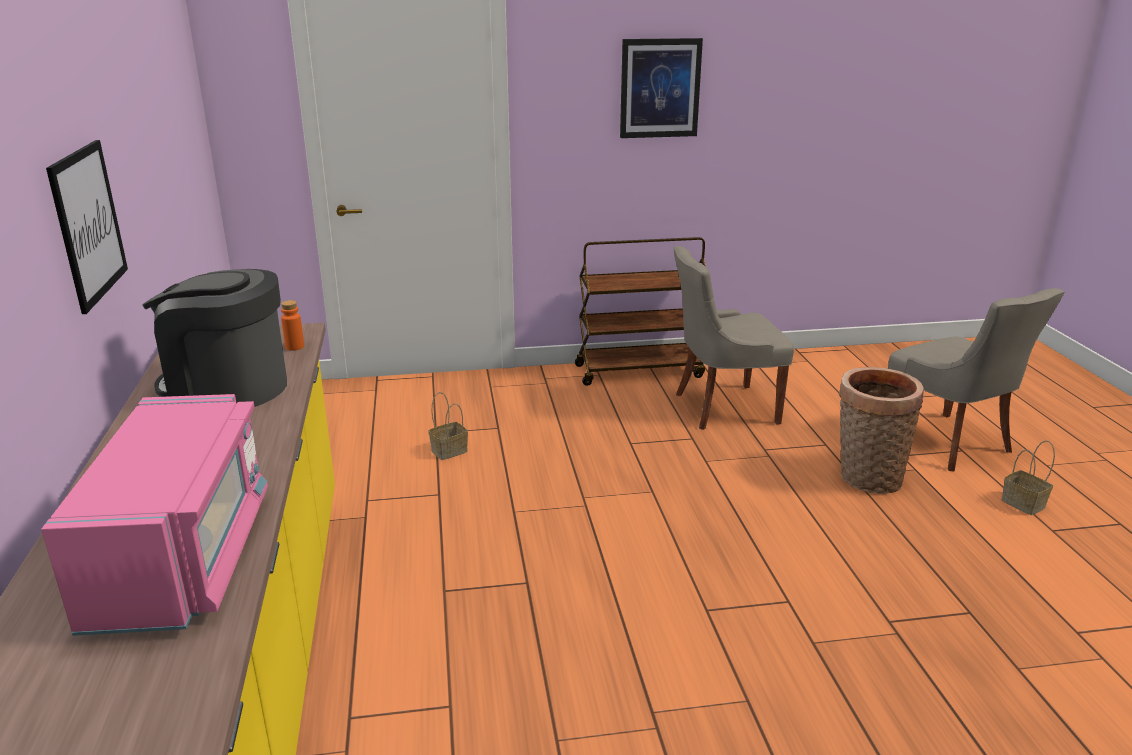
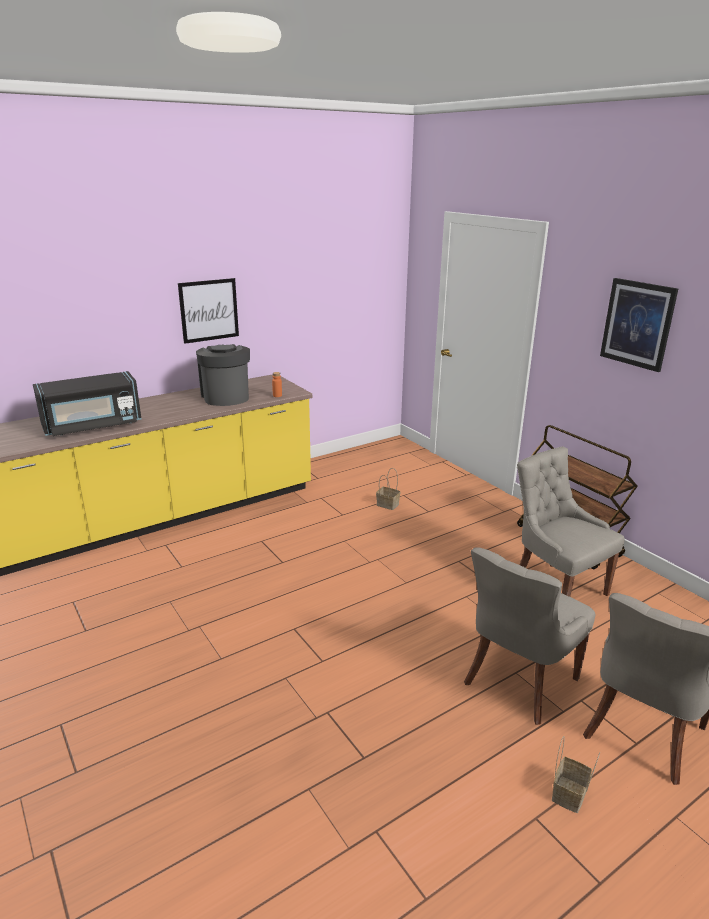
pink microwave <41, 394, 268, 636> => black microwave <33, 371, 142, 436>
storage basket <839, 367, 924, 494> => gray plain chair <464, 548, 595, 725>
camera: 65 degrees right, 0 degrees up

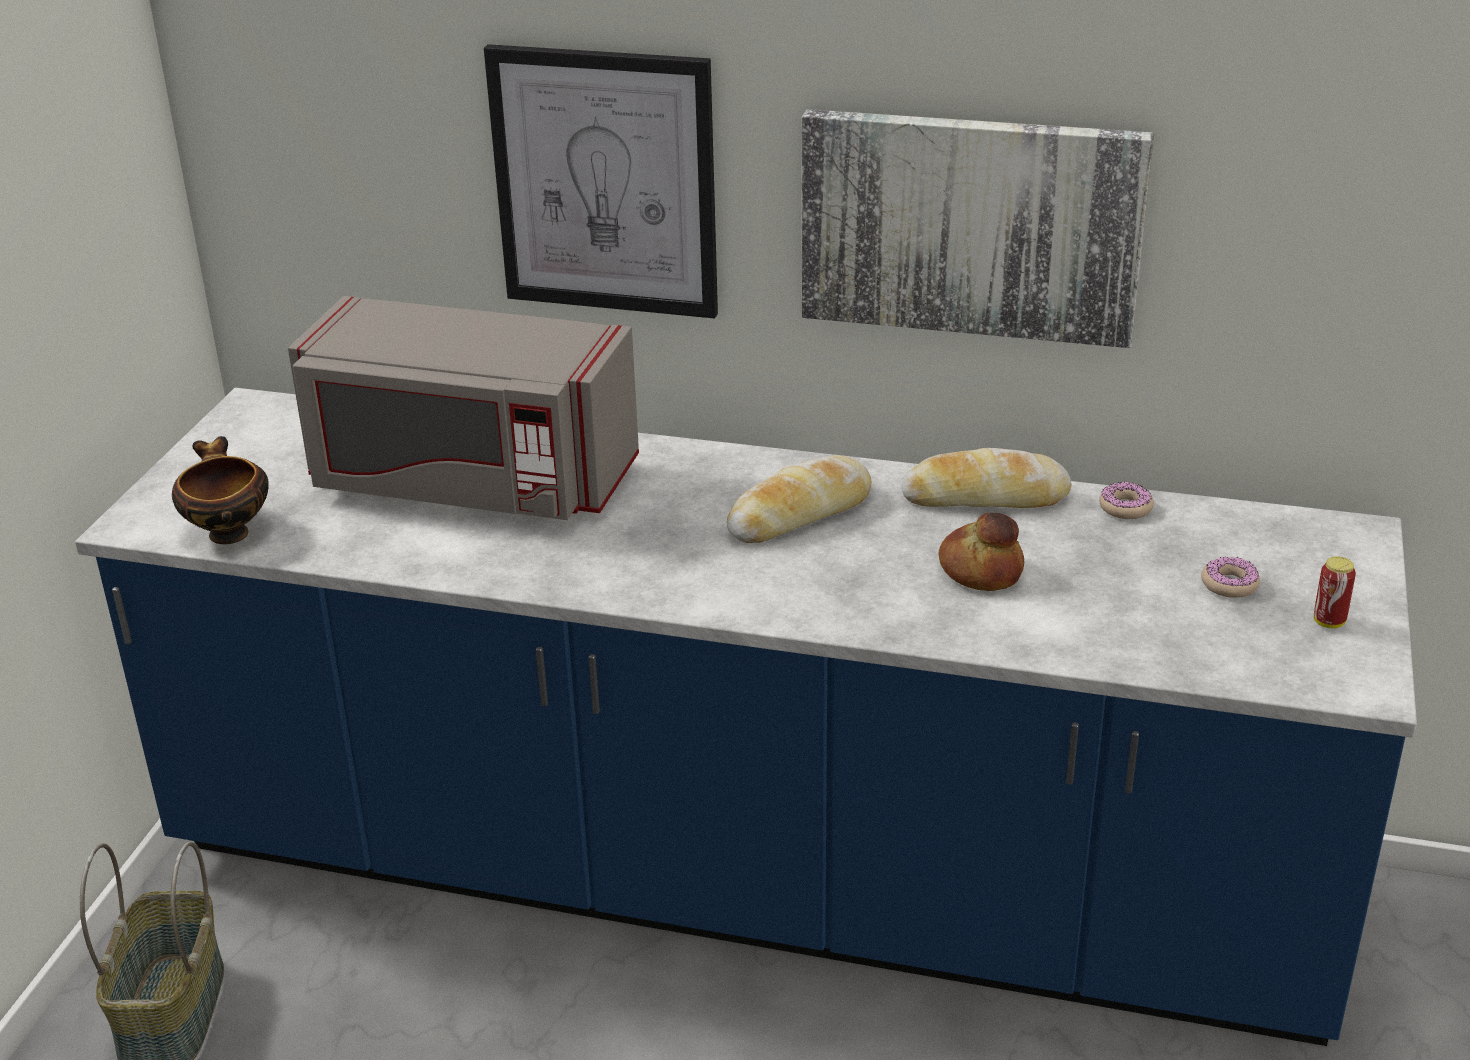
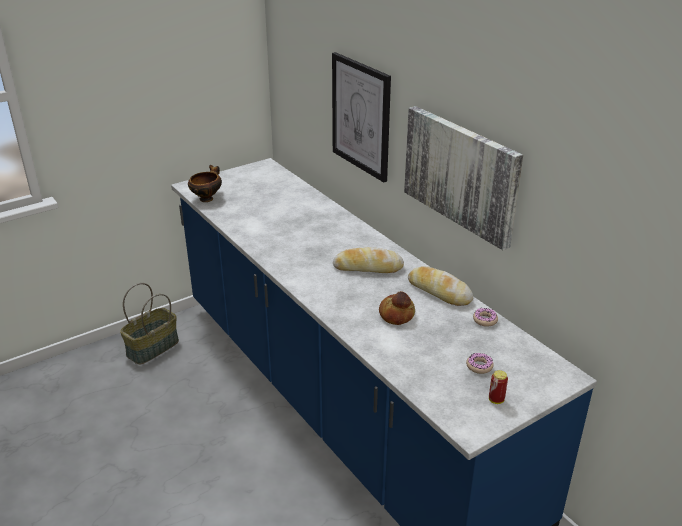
gray microwave <288, 296, 639, 520> => nothing
camera: 40 degrees right, 0 degrees up

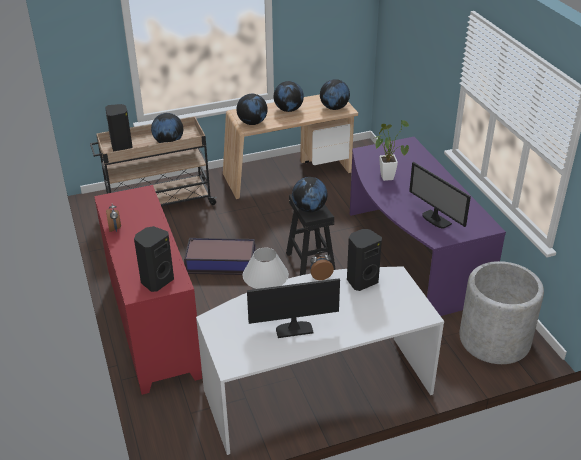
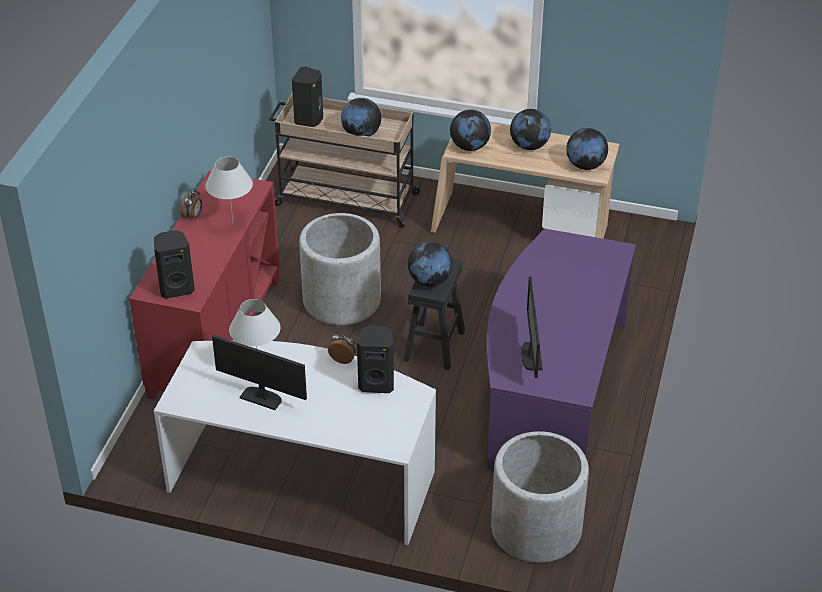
storage container <184, 238, 255, 275> => gray planter <299, 213, 381, 325>
potted plant <375, 120, 409, 181> => nothing
nothing => white-coloured table lamp <205, 157, 253, 222>
camera: 35 degrees right, 5 degrees up

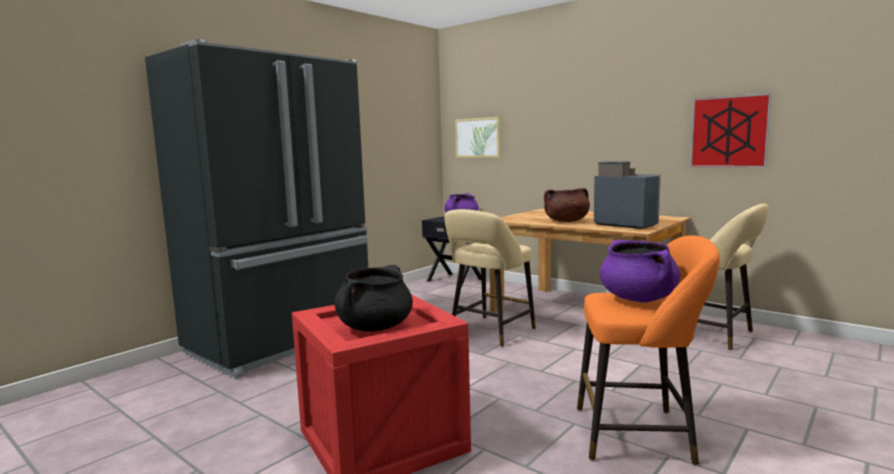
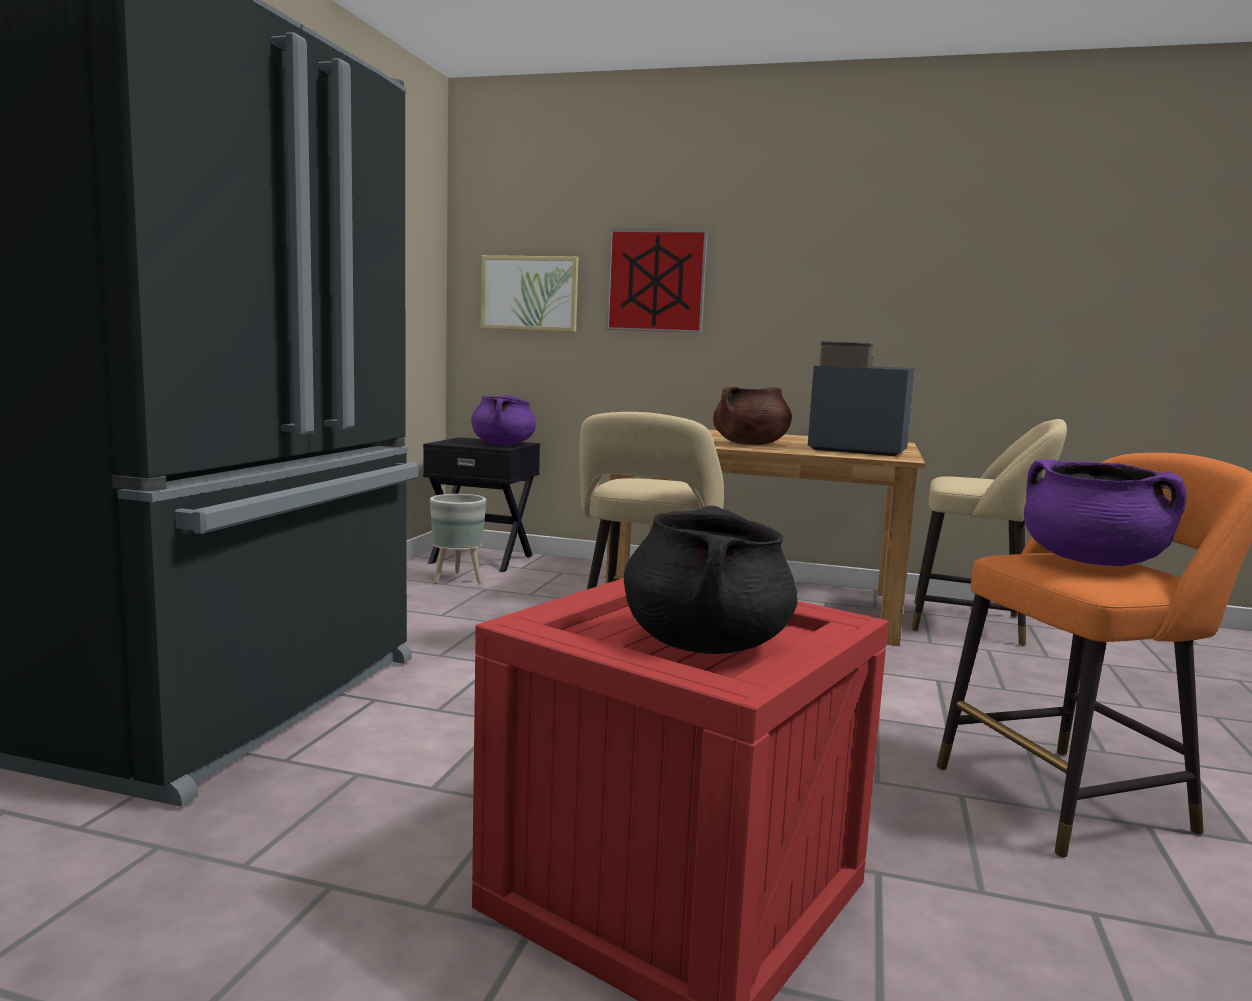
wall art <690, 93, 772, 167> => wall art <606, 229, 708, 333>, move
nothing => gray planter <430, 494, 486, 584>
camera: 25 degrees left, 0 degrees up

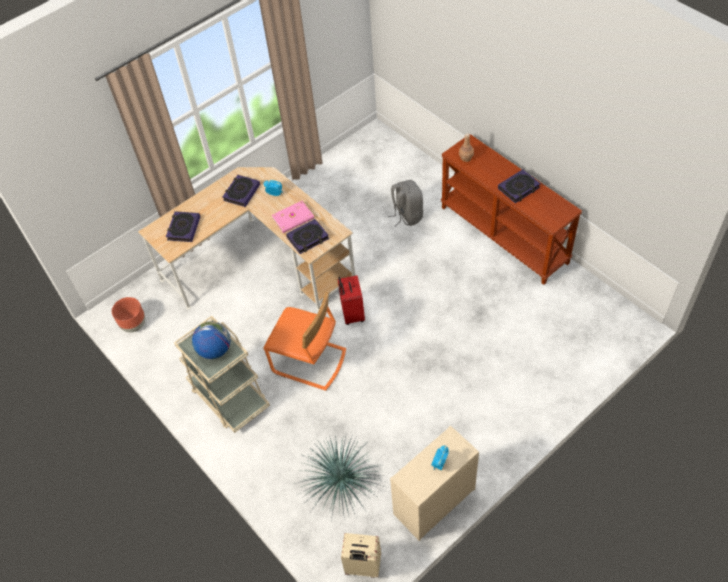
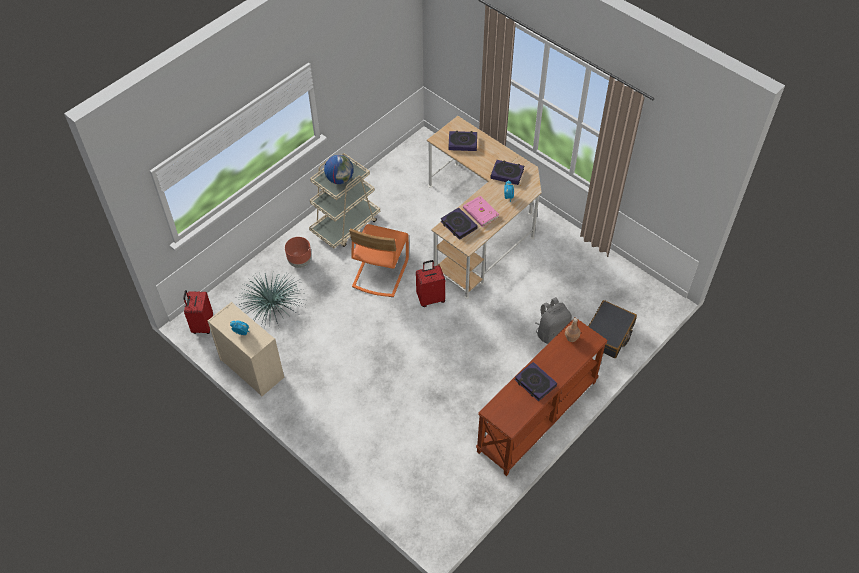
brown-coloured planter <112, 297, 145, 332> => brown-coloured planter <285, 237, 311, 268>, move
beige-coloured suitcase <341, 533, 381, 578> => red suitcase <183, 290, 213, 334>
nothing => black suitcase <588, 300, 637, 358>
camera: 80 degrees right, 0 degrees up

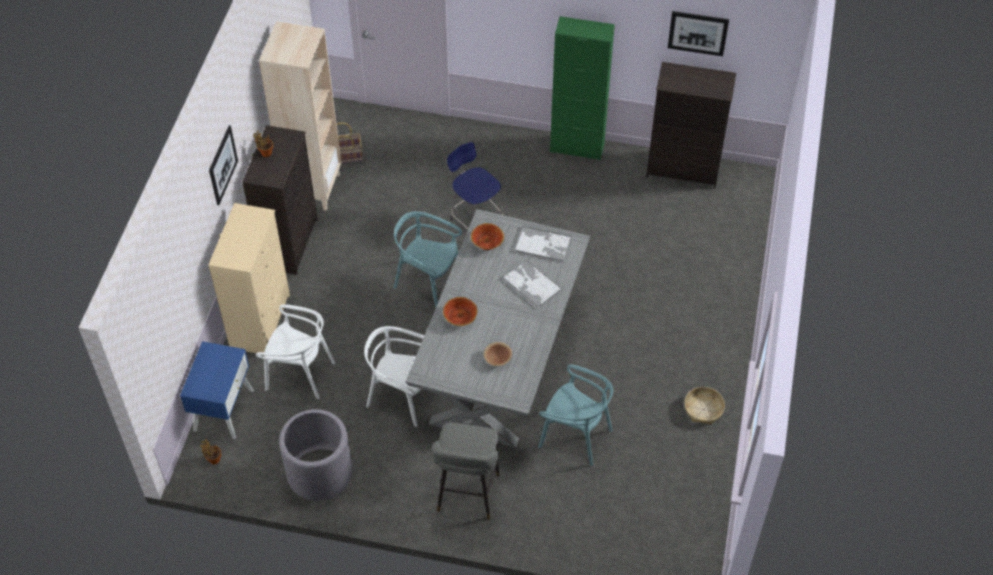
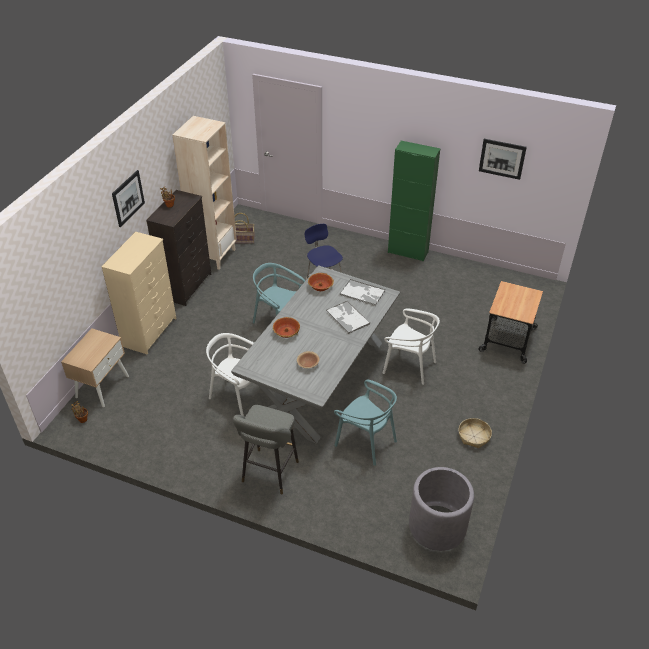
bluish bedside table <180, 341, 254, 439> => beige-coloured bedside table <61, 328, 129, 407>
white-coloured plain chair <256, 304, 335, 399> => white-coloured plain chair <383, 308, 440, 385>, move
gray planter <279, 409, 352, 501> => gray planter <409, 467, 474, 551>, move
black drawer chest <646, 62, 736, 189> => nothing
nothing => wheeled cart <478, 281, 543, 364>
camera: 10 degrees right, 10 degrees down

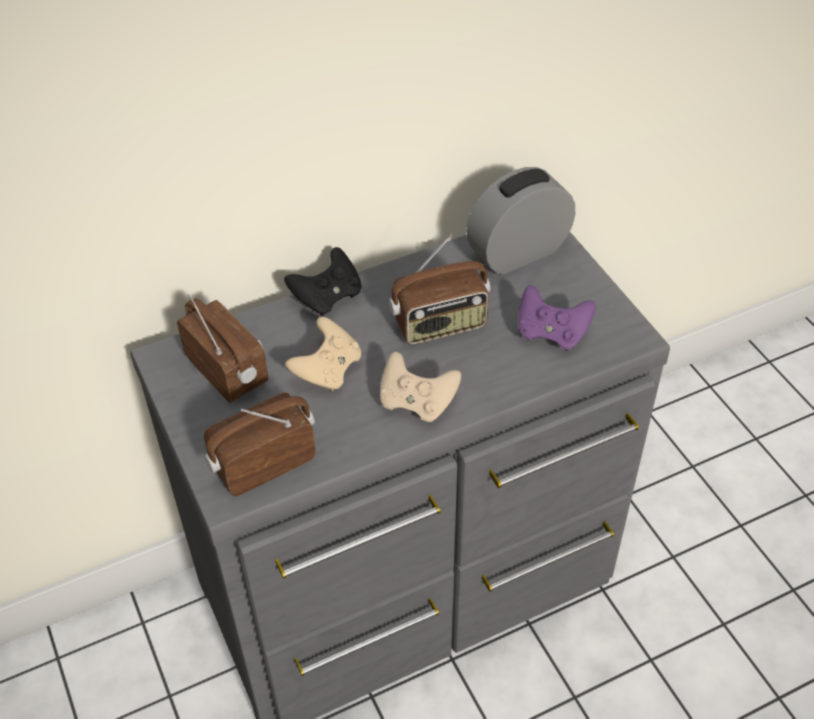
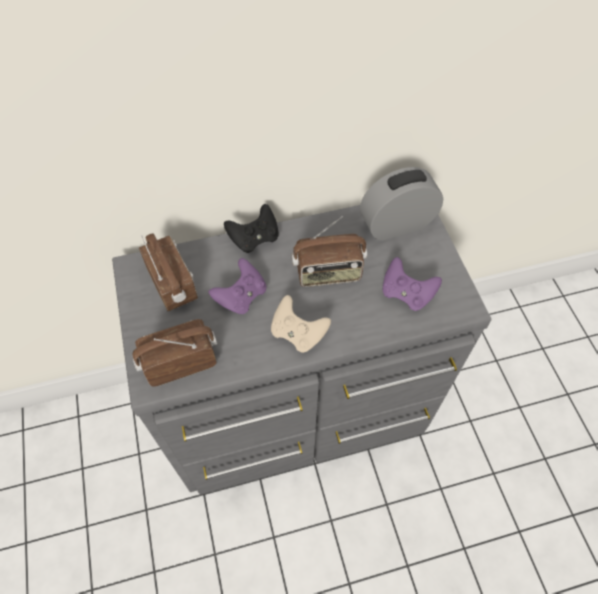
beige-coloured gamepad <285, 317, 361, 391> => purple-coloured gamepad <208, 258, 266, 314>
camera: 10 degrees right, 10 degrees up

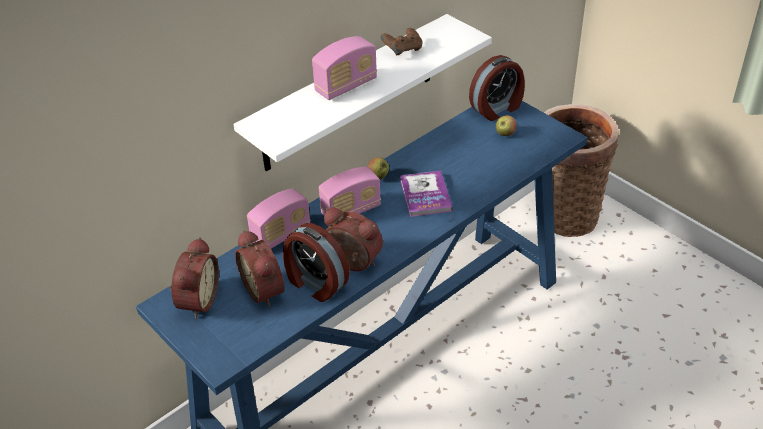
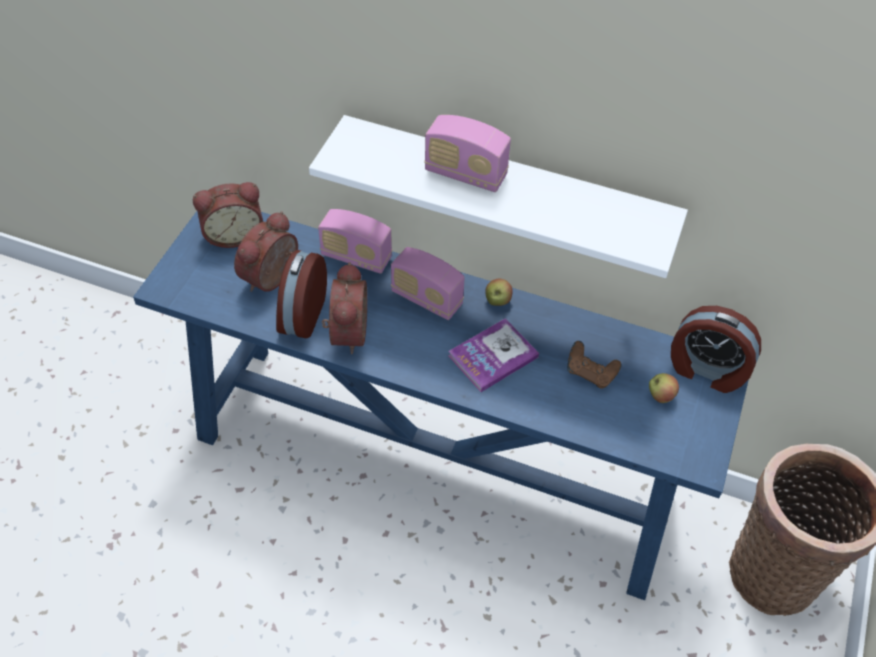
brown-coloured gamepad <381, 28, 423, 56> => brown-coloured gamepad <567, 341, 621, 389>, move
camera: 60 degrees right, 10 degrees up

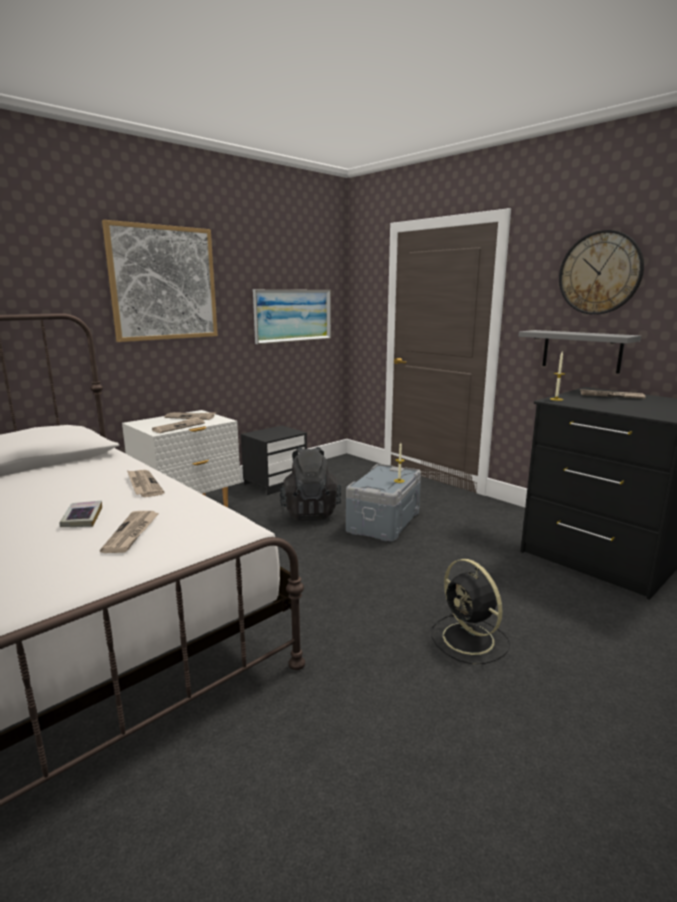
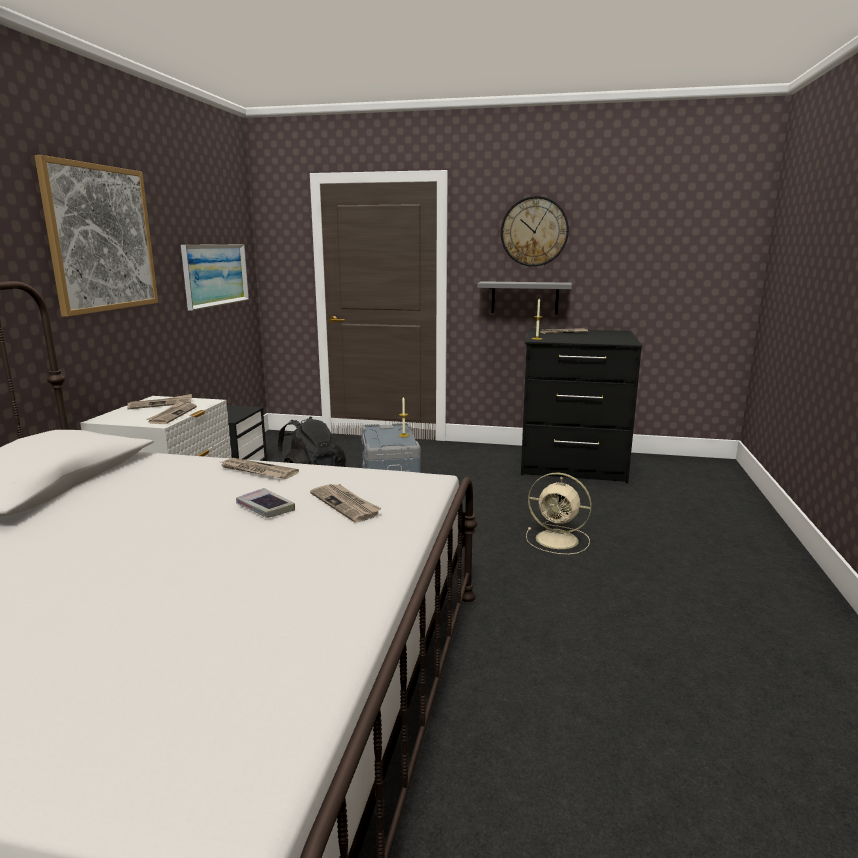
black electric fan <431, 559, 510, 664> => beige-coloured electric fan <526, 473, 592, 555>
camera: 35 degrees left, 0 degrees up

